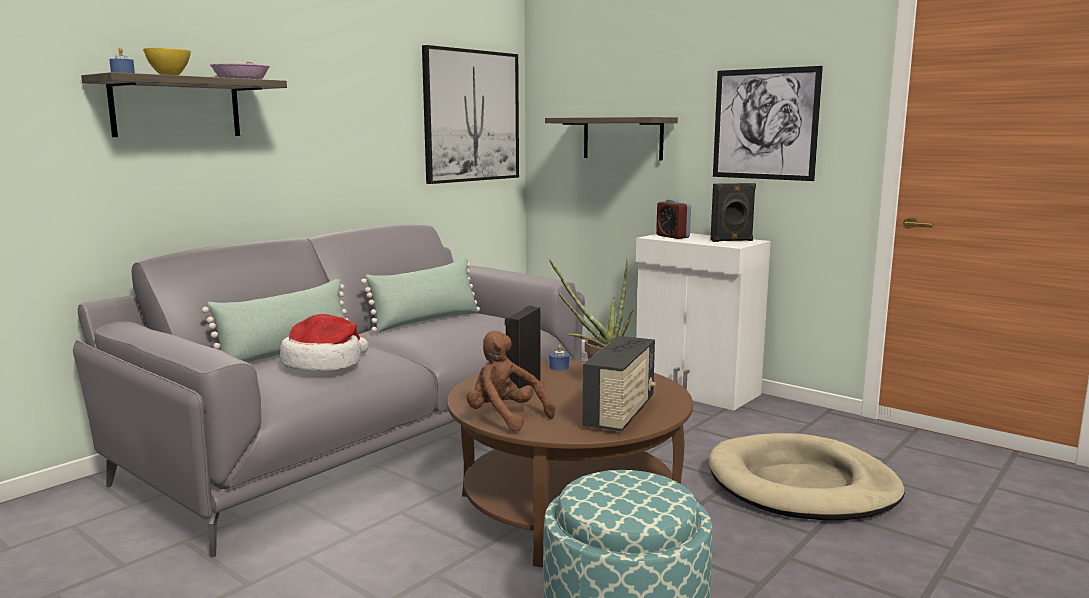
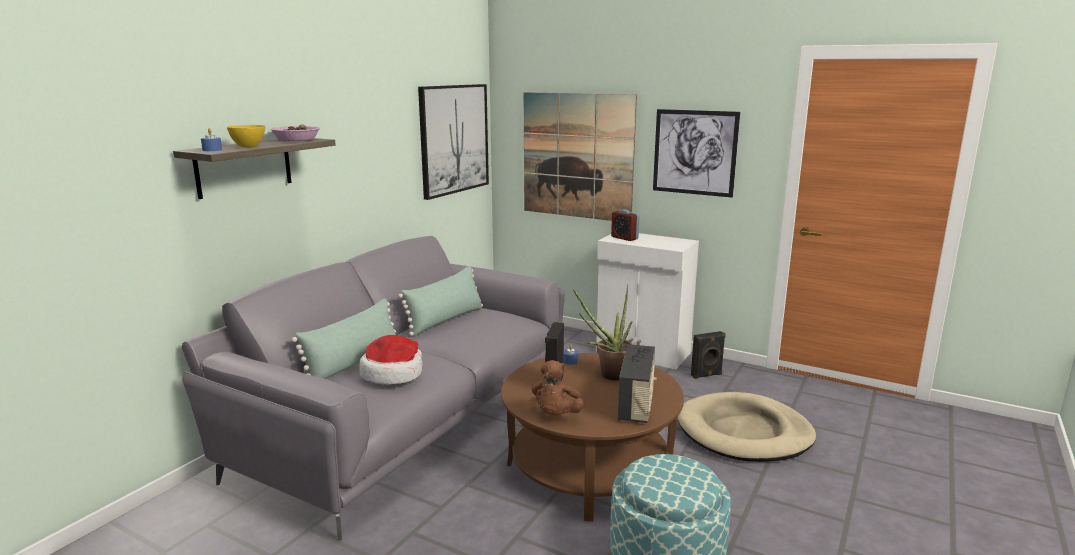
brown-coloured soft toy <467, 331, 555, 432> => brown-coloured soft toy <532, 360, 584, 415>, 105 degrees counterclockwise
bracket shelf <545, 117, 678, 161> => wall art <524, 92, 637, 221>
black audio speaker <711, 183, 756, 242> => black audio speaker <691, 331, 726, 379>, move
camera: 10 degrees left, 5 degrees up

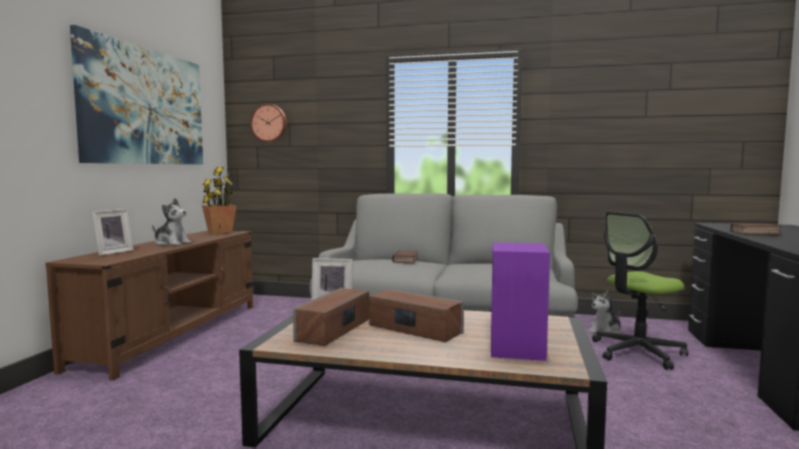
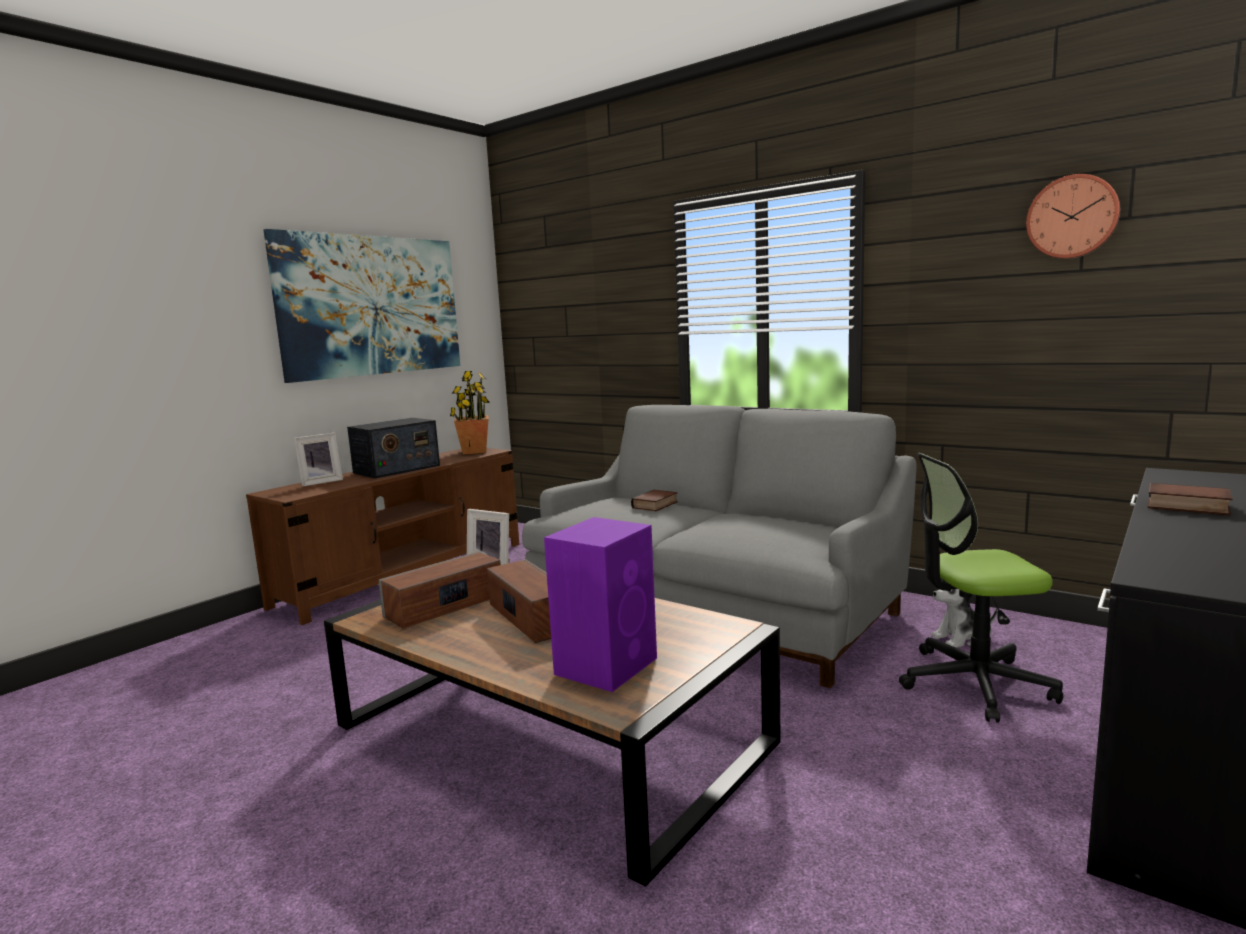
soft toy <152, 198, 191, 245> => radio set <347, 418, 440, 478>
hanging clock <250, 104, 287, 142> => hanging clock <1026, 174, 1120, 259>, move
camera: 25 degrees right, 5 degrees up

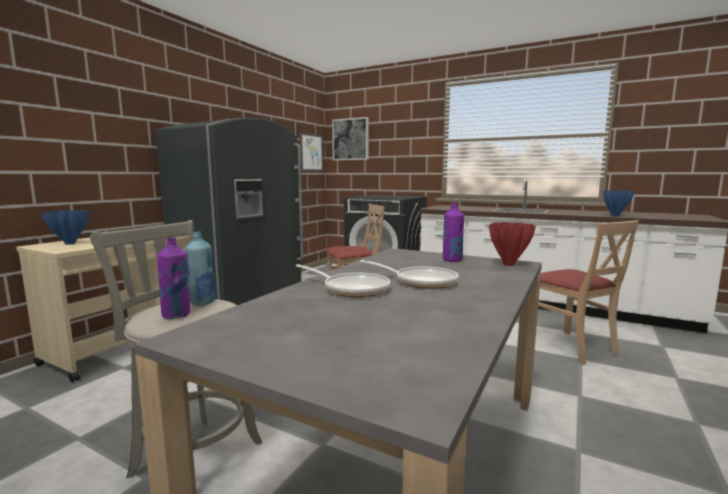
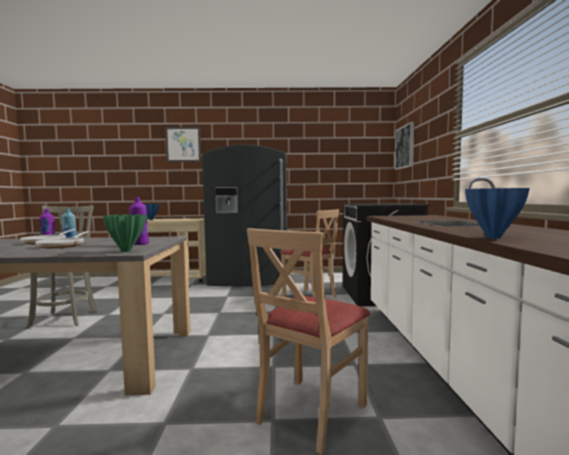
wall art <300, 132, 323, 172> => wall art <165, 127, 201, 162>, move
red vase <489, 222, 536, 266> => green-coloured vase <103, 214, 146, 252>
camera: 60 degrees right, 5 degrees down

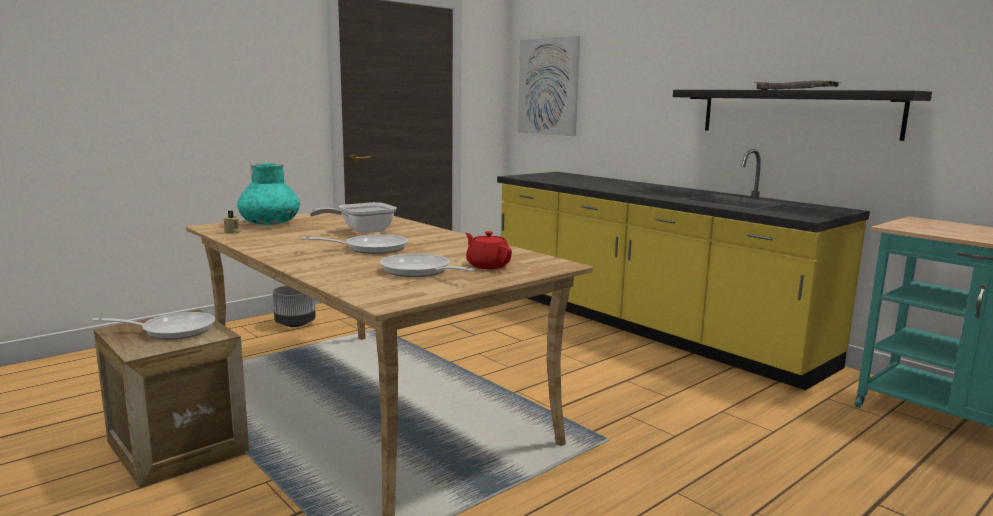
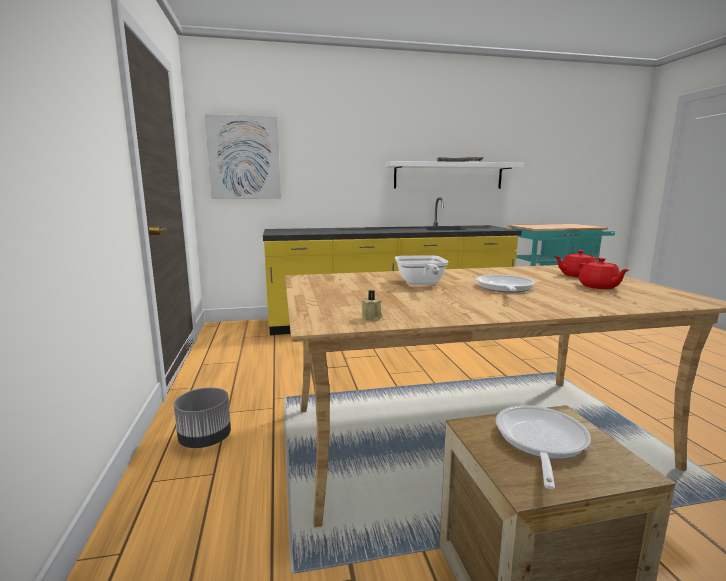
blue-green vase <237, 163, 300, 225> => nothing
skillet <380, 253, 475, 277> => red pot for tea <578, 258, 629, 289>
black bracket shelf <673, 90, 932, 141> => white-coloured bracket shelf <385, 161, 524, 189>
camera: 60 degrees left, 0 degrees up

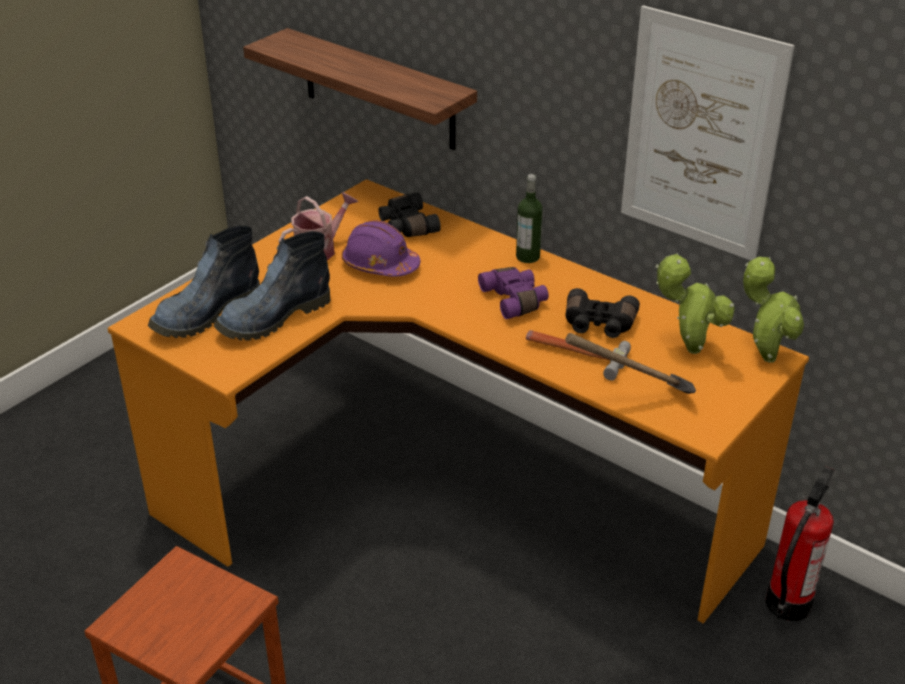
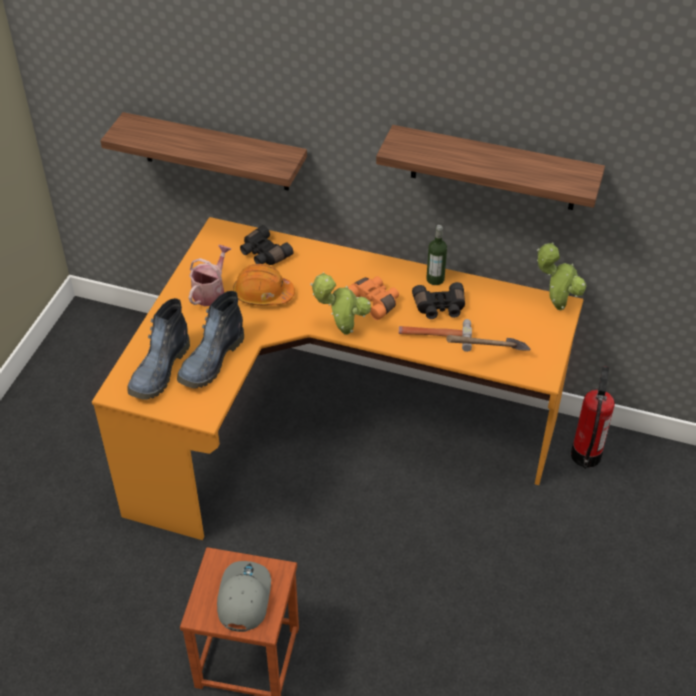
purple-coloured hard hat <342, 220, 420, 277> => orange hard hat <233, 264, 295, 306>
purple-coloured binoculars <478, 267, 549, 319> => orange binoculars <348, 276, 399, 320>
drink bottle <516, 174, 543, 263> => drink bottle <426, 225, 447, 285>, move
wall art <621, 5, 795, 260> => bracket shelf <376, 125, 605, 210>
potted plant <656, 253, 735, 354> => potted plant <310, 272, 371, 335>, move
nothing => gray cap <217, 561, 271, 632>
camera: 20 degrees left, 10 degrees up

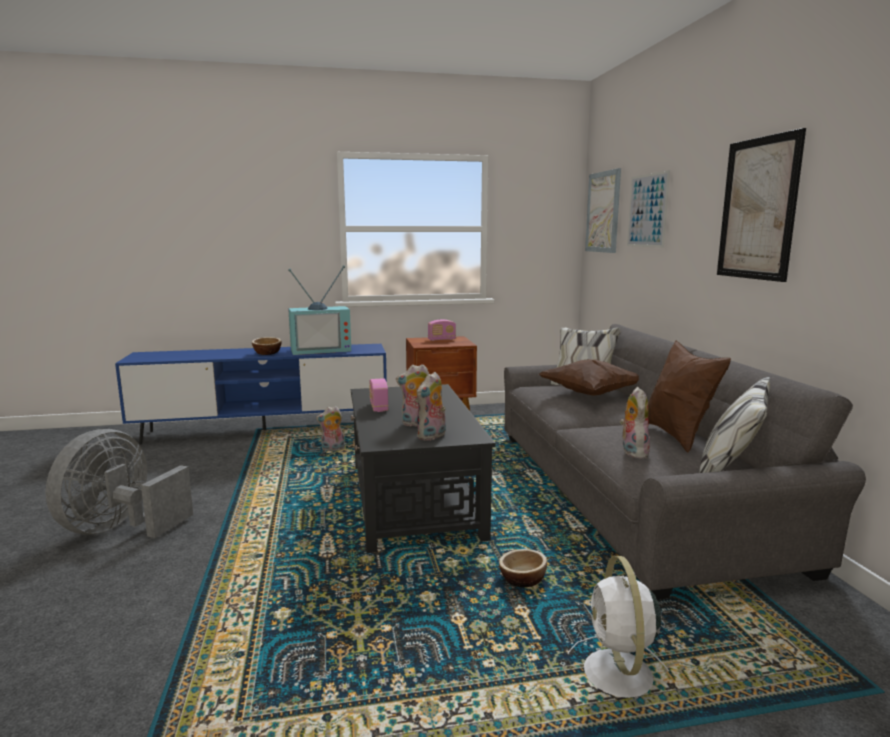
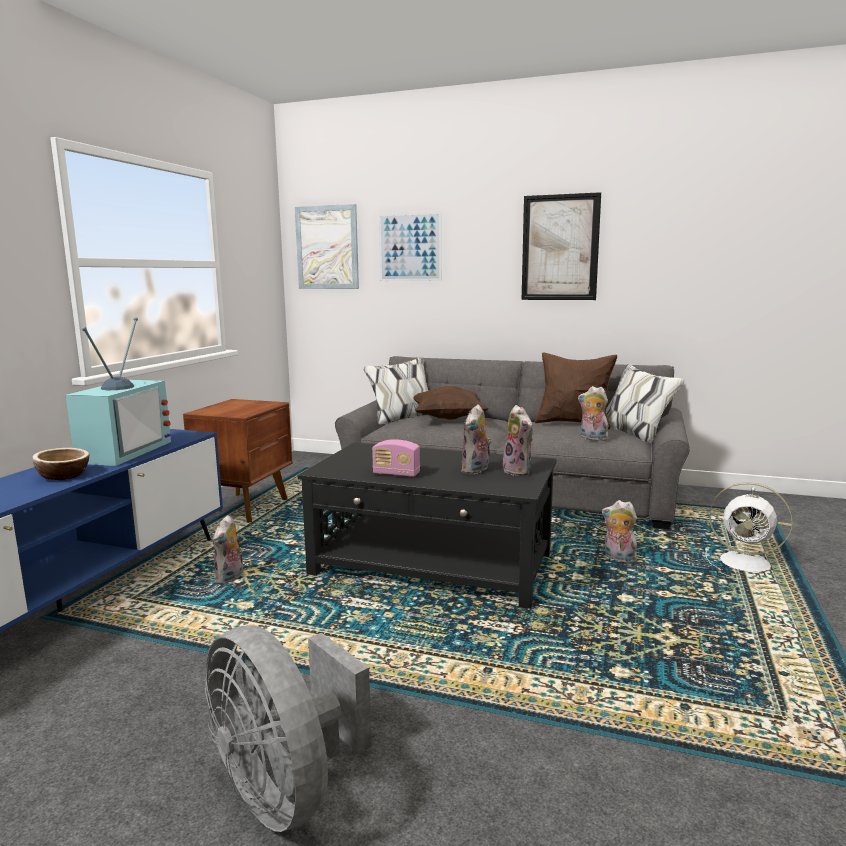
radio set <428, 320, 456, 341> => nothing
deep dish <499, 549, 547, 587> => soft toy <602, 500, 637, 562>
camera: 60 degrees left, 0 degrees up

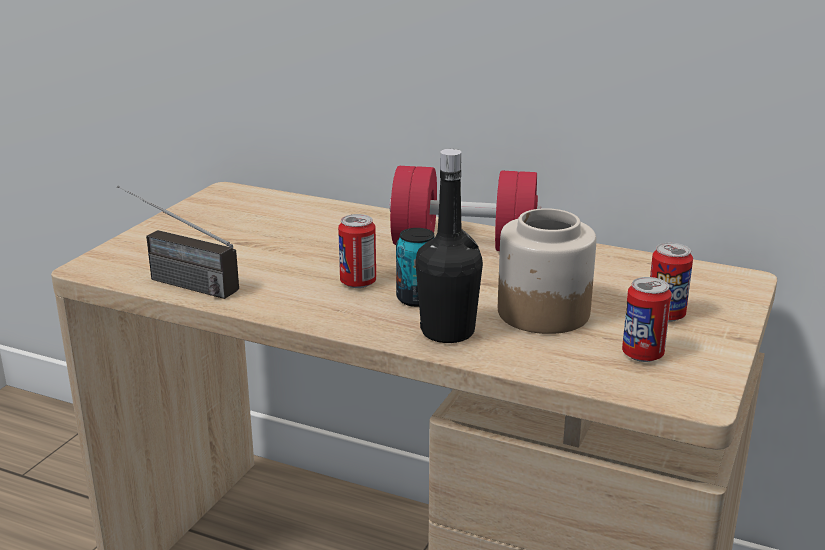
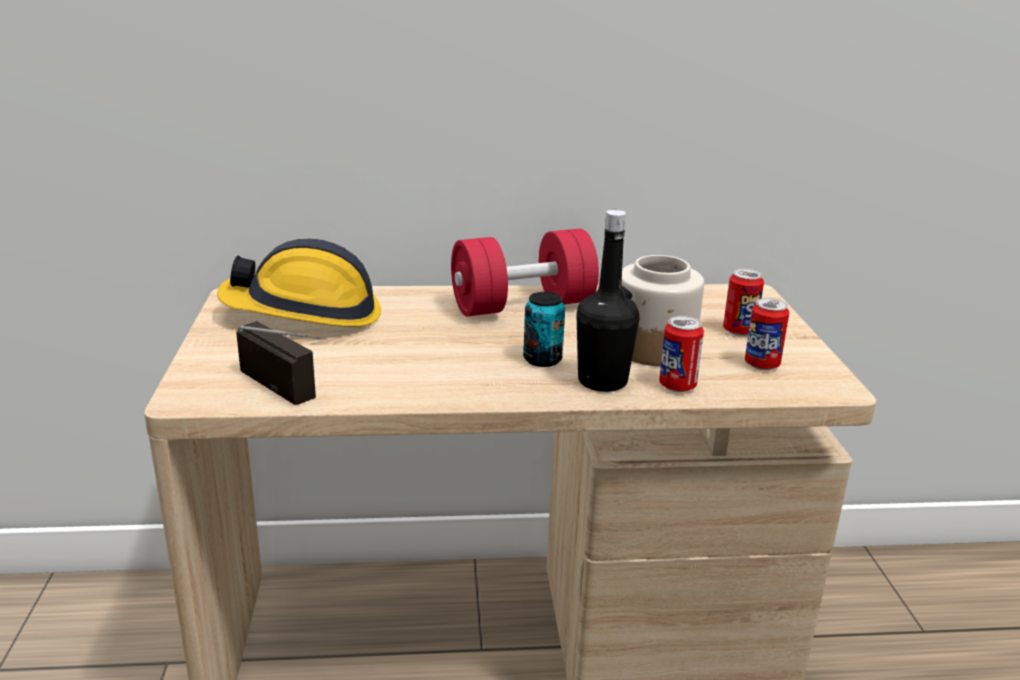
radio set <117, 186, 239, 299> => radio set <236, 321, 326, 405>, 135 degrees counterclockwise
can <338, 214, 376, 288> => can <659, 316, 704, 392>, move
nothing => hard hat <217, 238, 381, 327>
camera: 30 degrees left, 0 degrees up

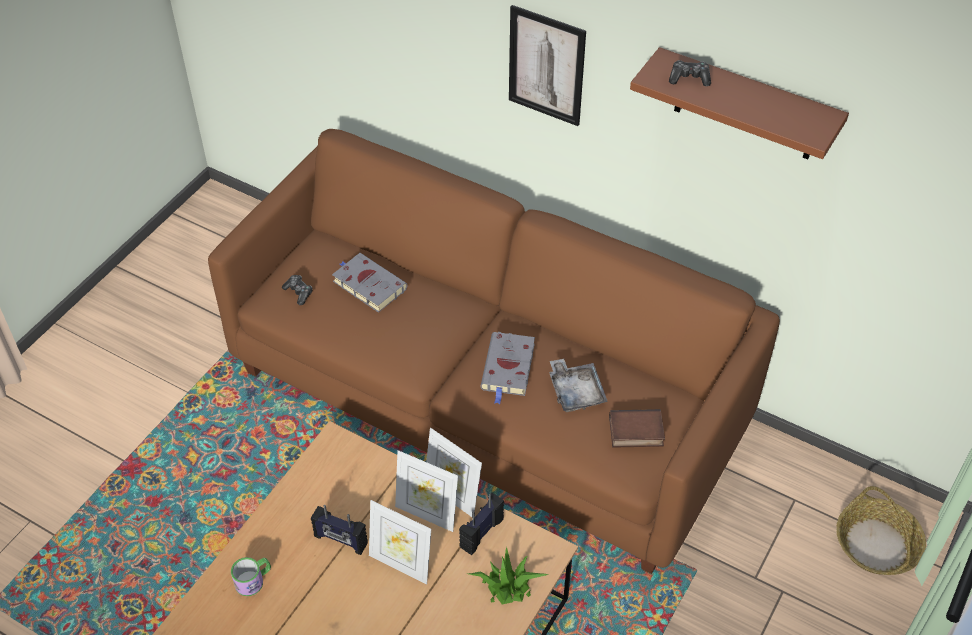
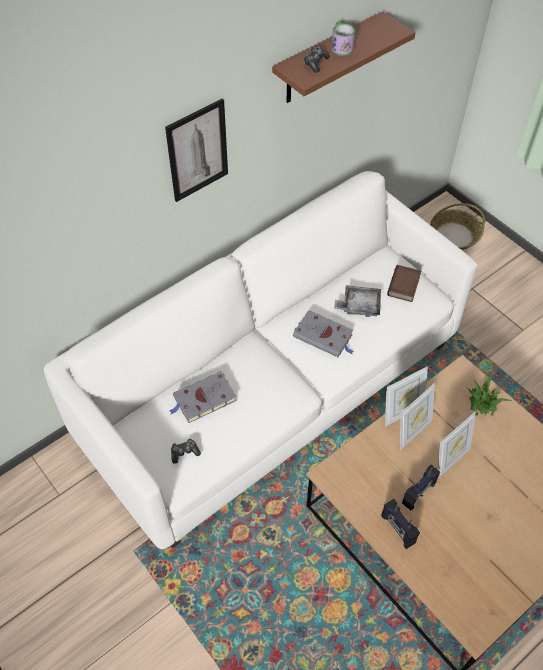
brown-coloured settee <208, 129, 780, 574> => white-coloured settee <44, 171, 478, 549>
tea mug <231, 557, 271, 596> => tea mug <331, 21, 355, 56>, move
radio set <459, 493, 504, 555> => radio set <381, 499, 420, 549>, move
camera: 70 degrees left, 5 degrees up

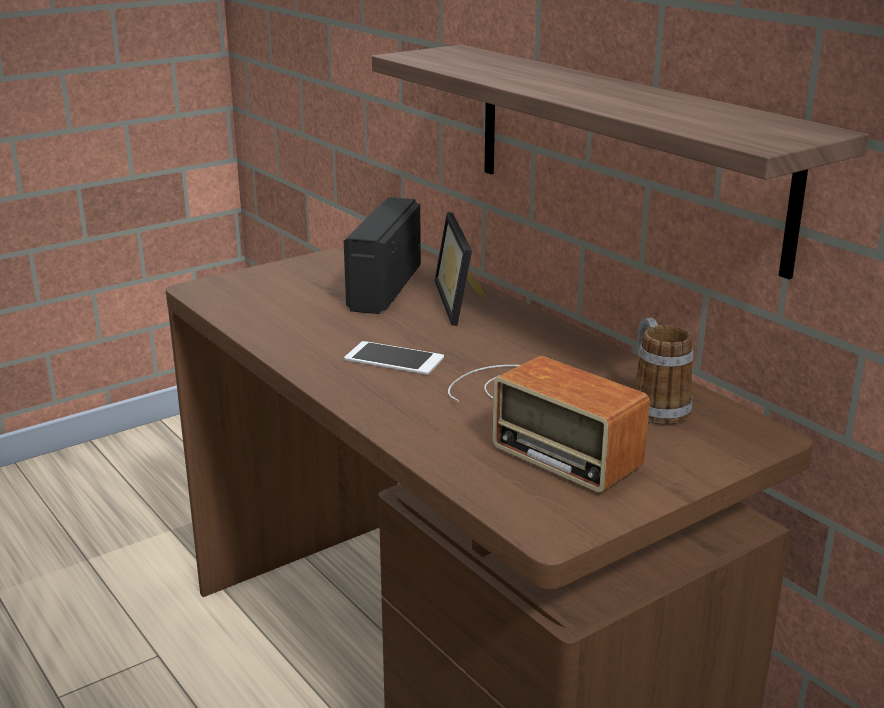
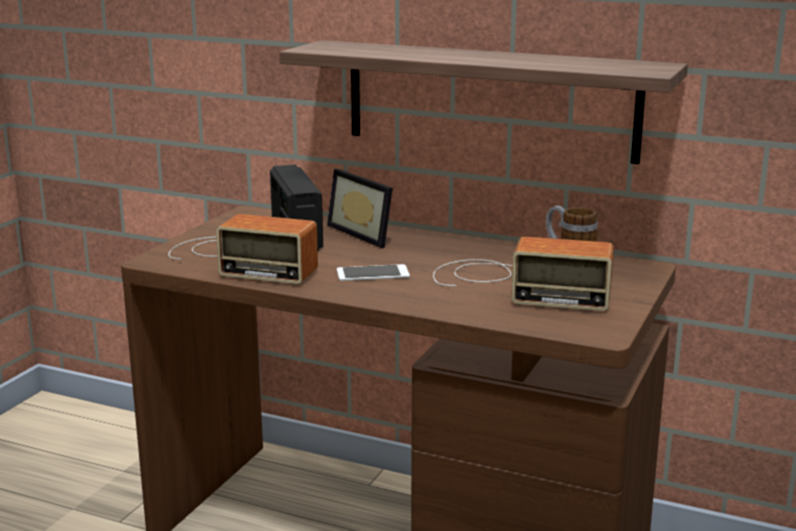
nothing => radio set <168, 214, 318, 284>
camera: 30 degrees left, 5 degrees down

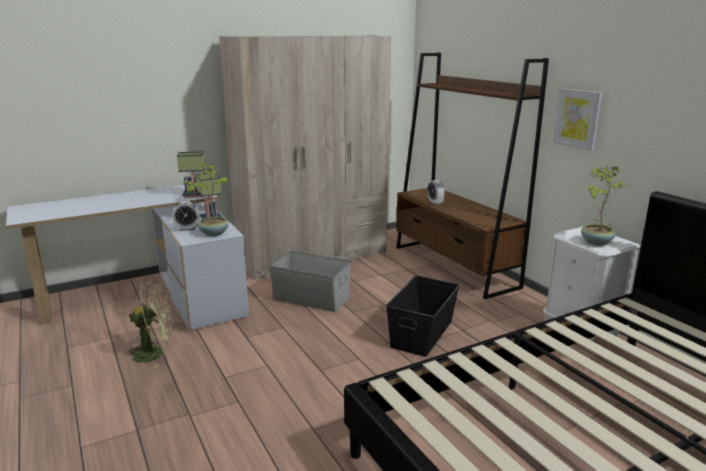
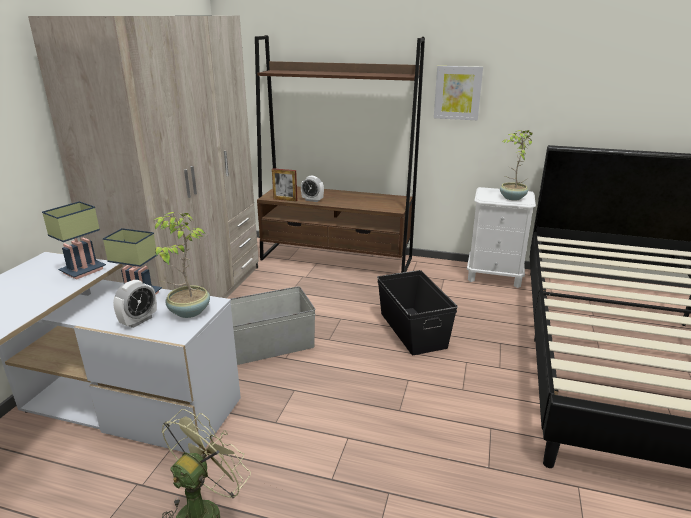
nothing => photo frame <272, 168, 297, 201>
camera: 45 degrees left, 5 degrees up

